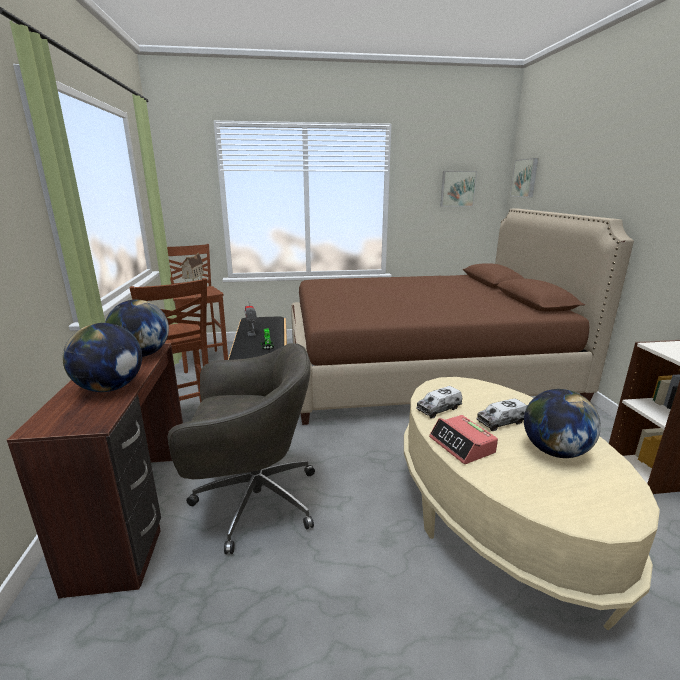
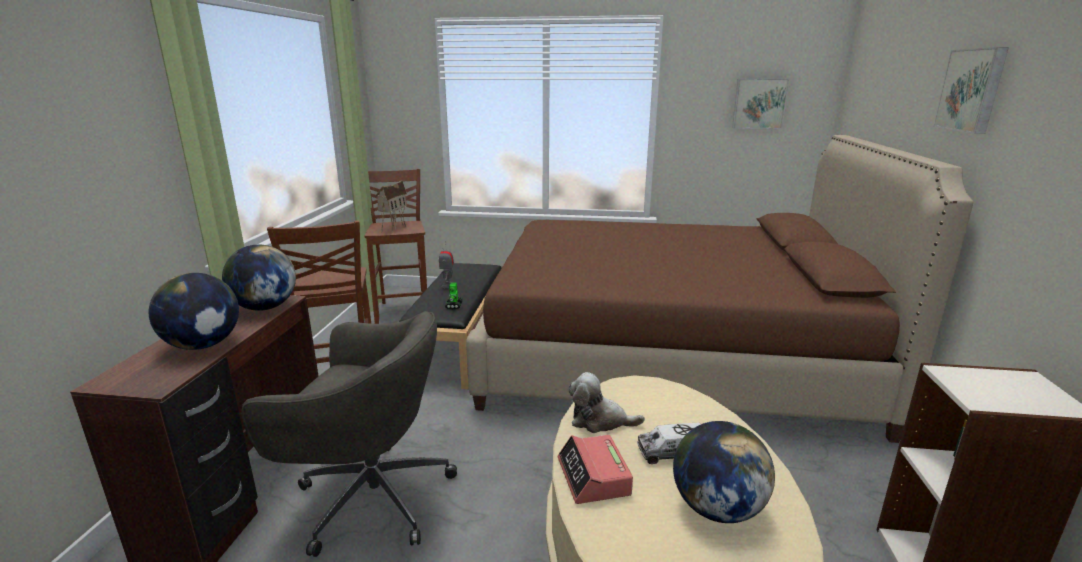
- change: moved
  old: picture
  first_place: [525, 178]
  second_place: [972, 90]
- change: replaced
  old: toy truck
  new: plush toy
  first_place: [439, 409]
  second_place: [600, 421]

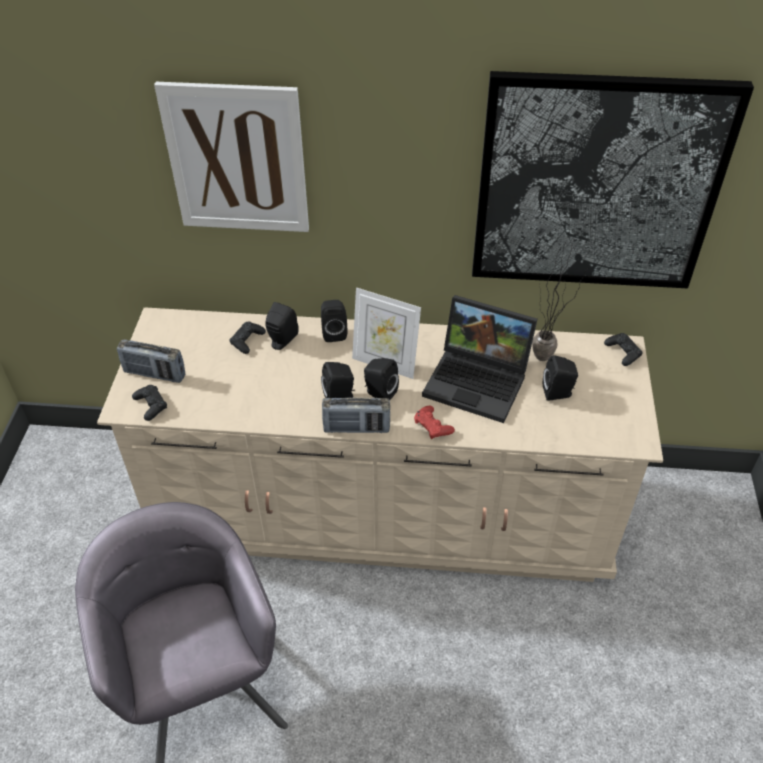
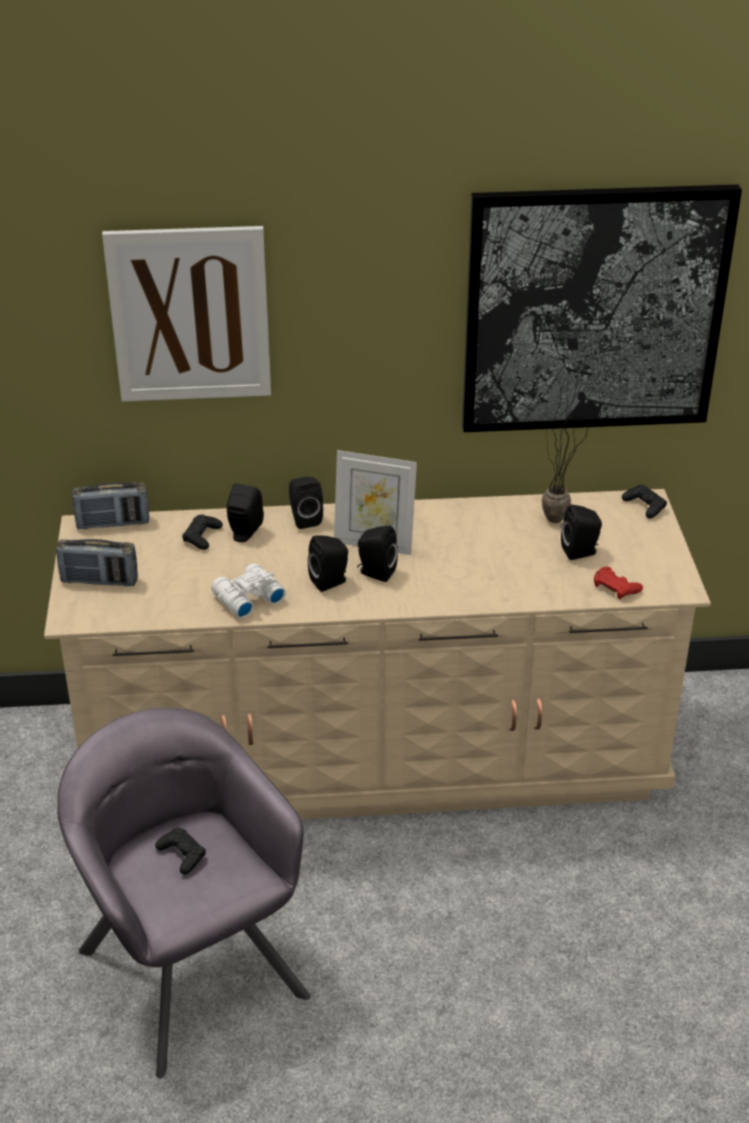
- change: removed
  old: laptop
  first_place: [479, 381]
- change: moved
  old: black game controller
  first_place: [151, 405]
  second_place: [182, 855]
- change: moved
  old: radio
  first_place: [356, 428]
  second_place: [113, 523]
- change: moved
  old: red game controller
  first_place: [432, 426]
  second_place: [615, 587]
- change: added
  new: white binoculars
  second_place: [246, 598]

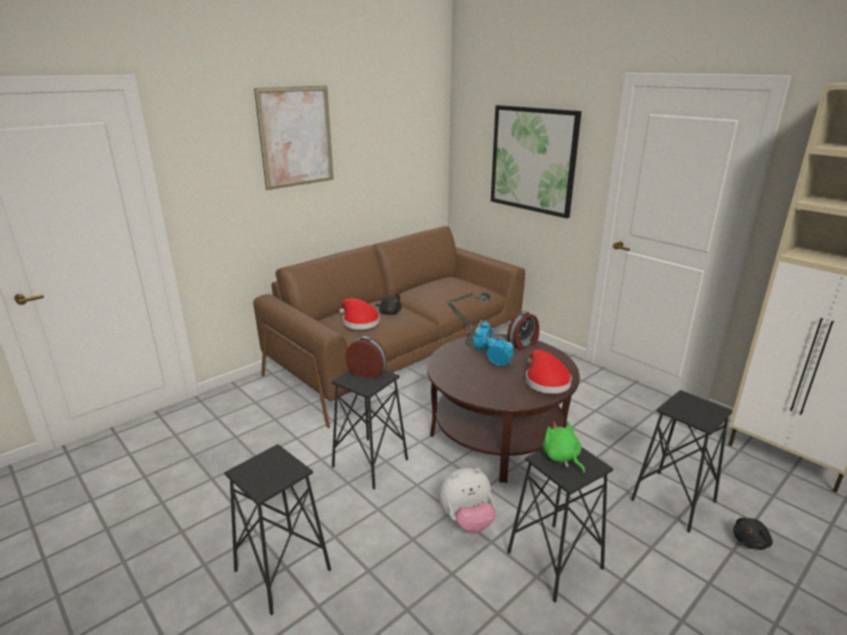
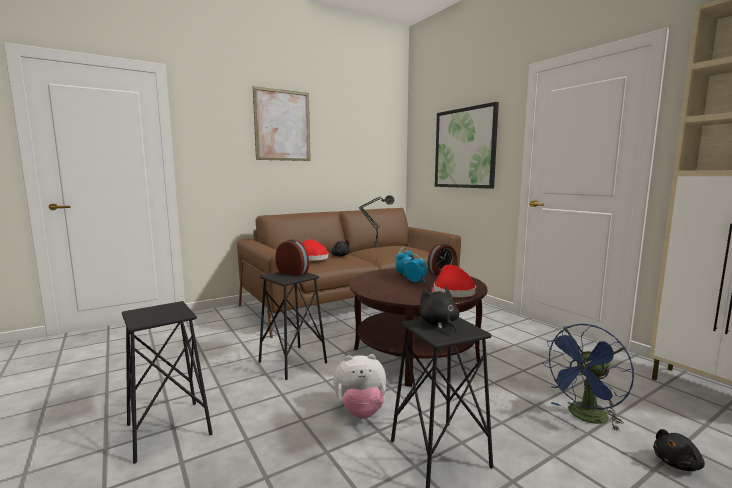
- change: replaced
  old: black stool
  new: blue fan
  first_place: [673, 501]
  second_place: [585, 417]
- change: recoloured
  old: green plush toy
  new: black plush toy
  first_place: [562, 457]
  second_place: [439, 324]

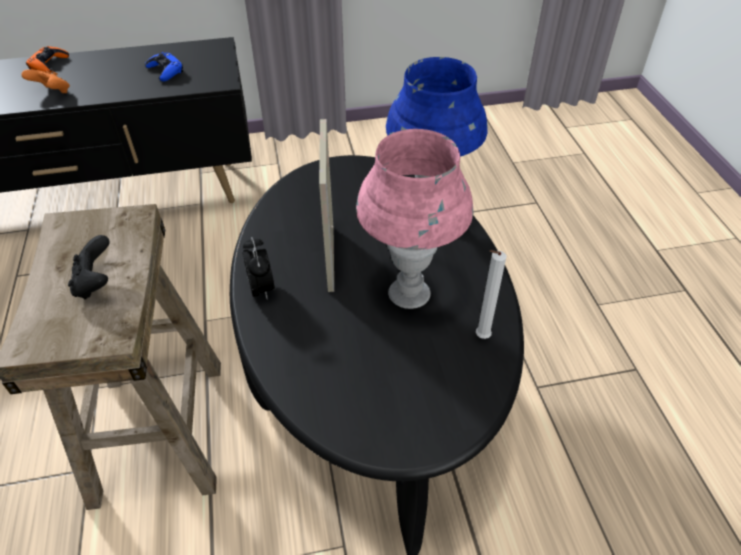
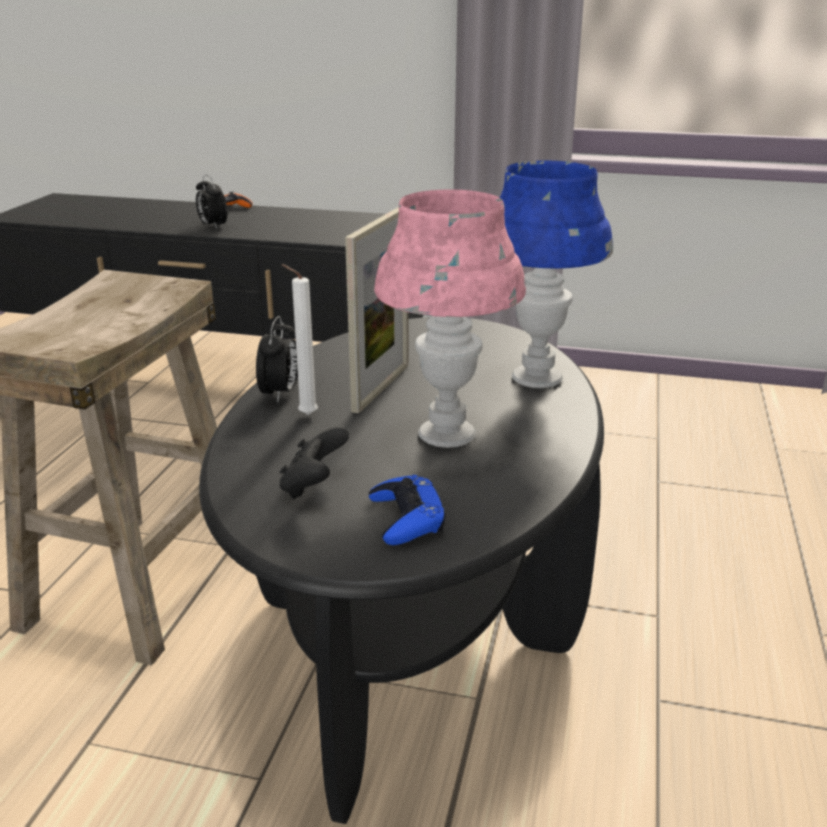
- change: moved
  old: blue game controller
  first_place: [165, 71]
  second_place: [407, 518]
- change: replaced
  old: orange game controller
  new: alarm clock
  first_place: [53, 93]
  second_place: [212, 226]
- change: moved
  old: black game controller
  first_place: [96, 283]
  second_place: [313, 487]
- change: moved
  old: white candle
  first_place: [480, 337]
  second_place: [305, 415]

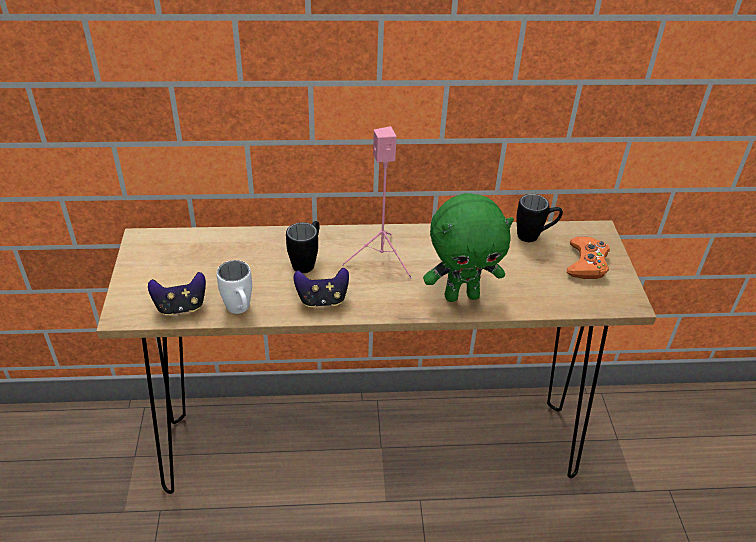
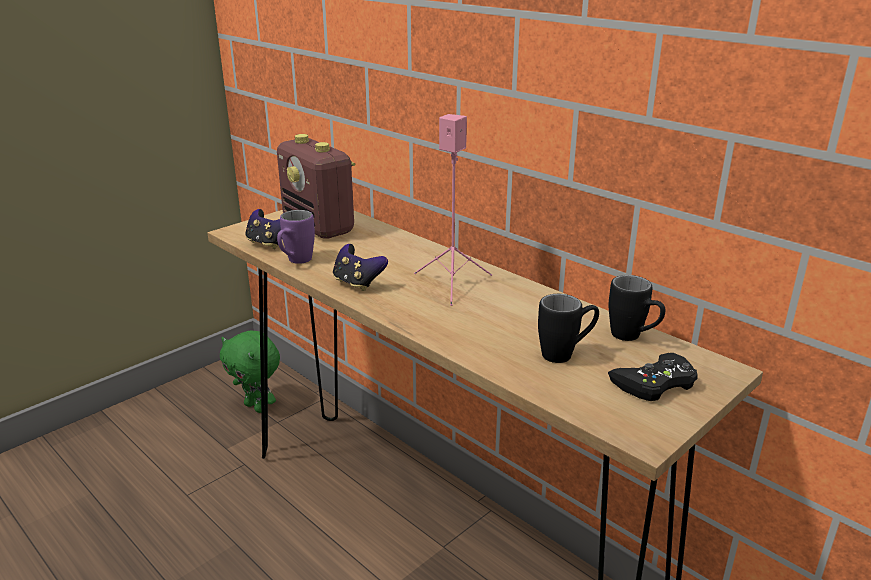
- change: moved
  old: green plush toy
  first_place: [462, 295]
  second_place: [257, 407]
- change: moved
  old: black mug
  first_place: [307, 261]
  second_place: [566, 354]
- change: recoloured
  old: orange game controller
  new: black game controller
  first_place: [587, 263]
  second_place: [654, 383]
- change: recoloured
  old: white mug
  new: purple mug
  first_place: [240, 311]
  second_place: [295, 262]
- change: added
  new: radio
  second_place: [319, 227]

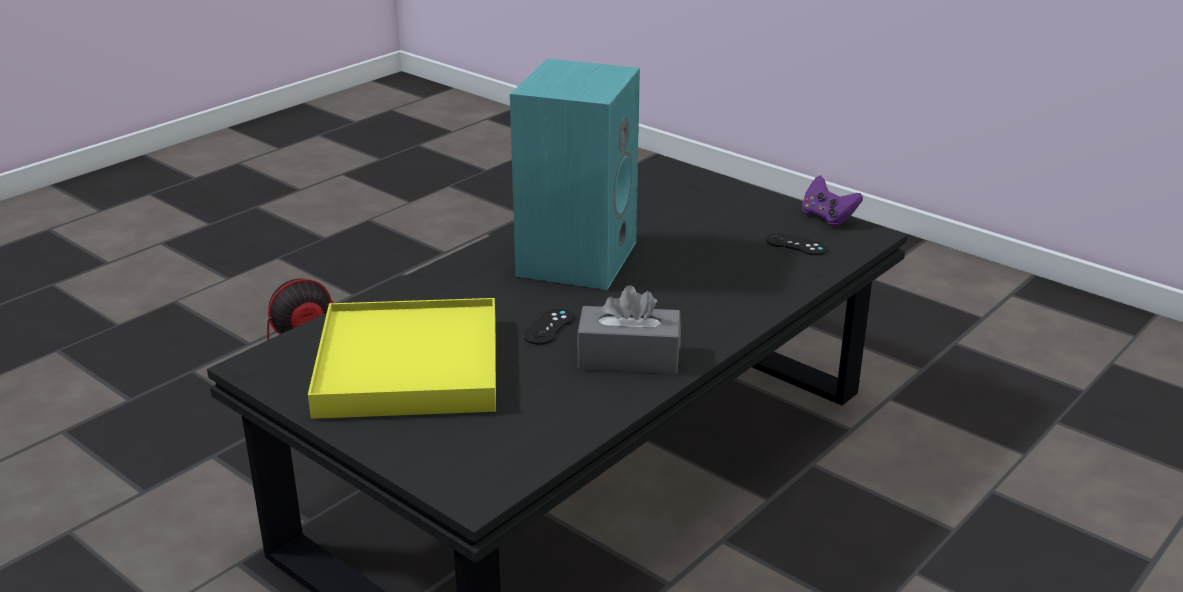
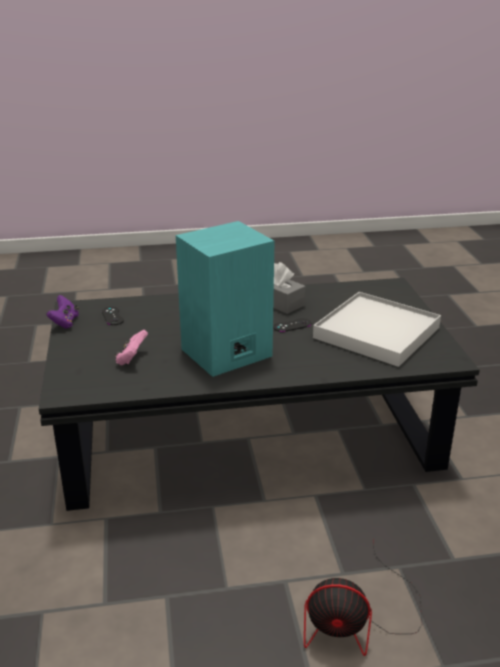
- change: recoloured
  old: yellow tray
  new: white tray
  first_place: [408, 366]
  second_place: [376, 333]
- change: added
  new: pink game controller
  second_place: [132, 359]

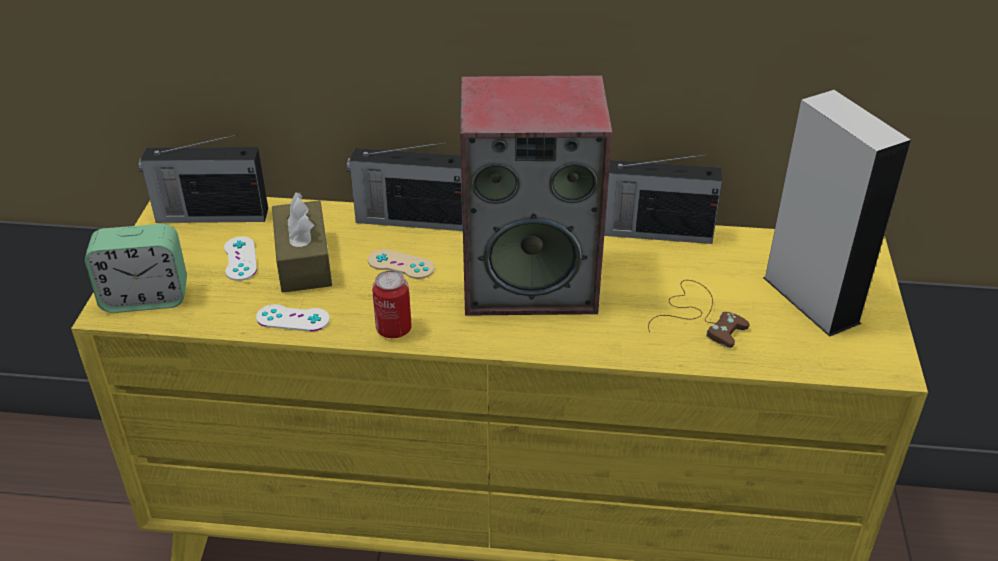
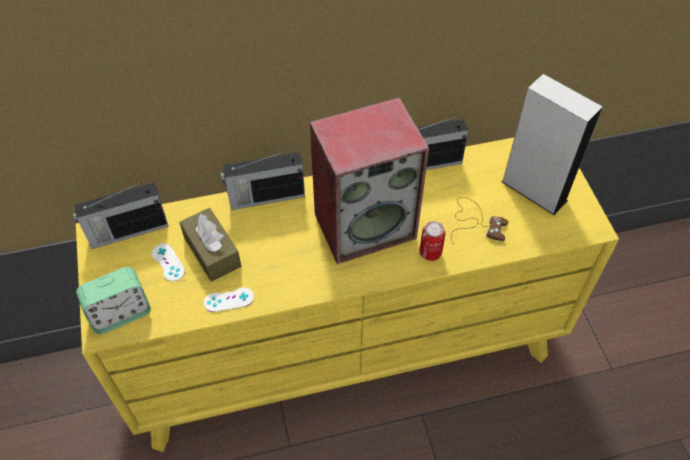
- change: removed
  old: beige game controller
  first_place: [401, 264]
- change: moved
  old: can
  first_place: [393, 329]
  second_place: [430, 252]

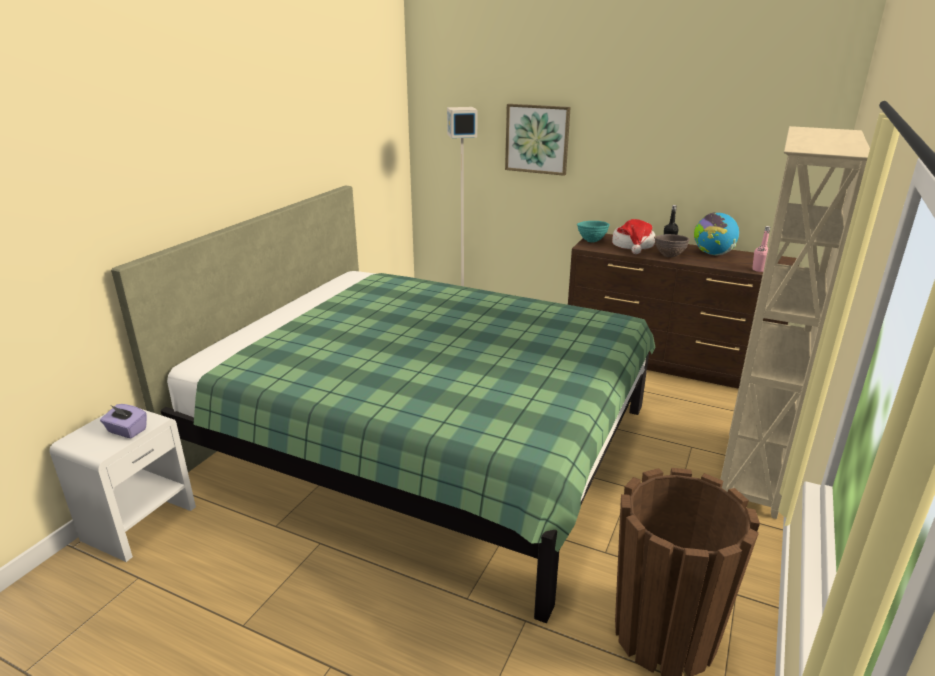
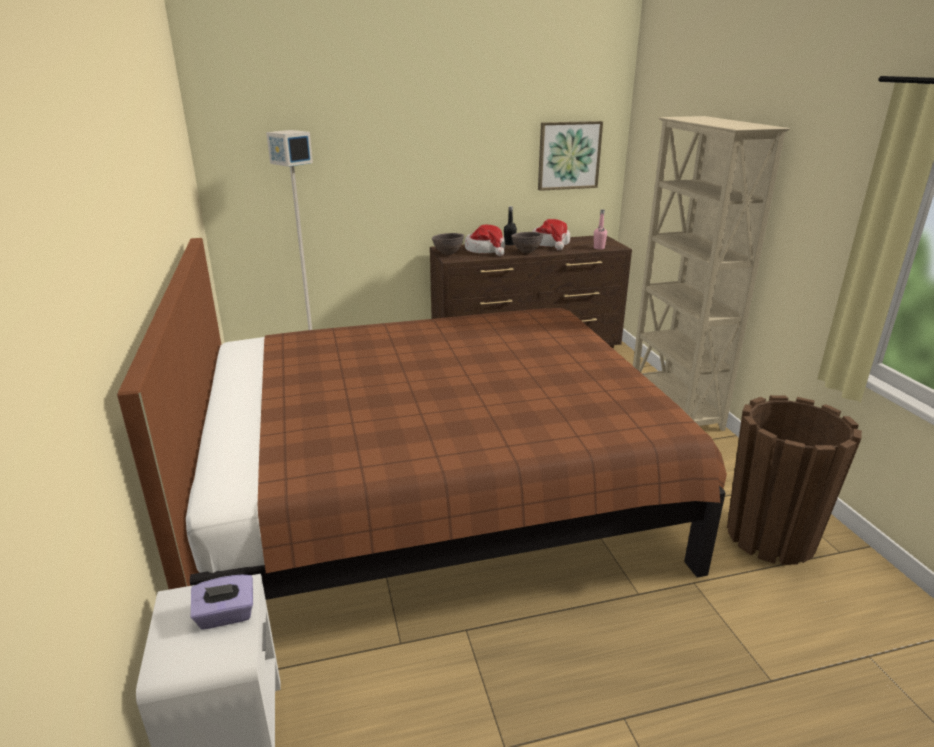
- change: moved
  old: picture
  first_place: [537, 139]
  second_place: [569, 155]
- change: recoloured
  old: green bed
  new: brown bed
  first_place: [425, 442]
  second_place: [431, 493]
- change: replaced
  old: globe
  new: hat
  first_place: [712, 254]
  second_place: [551, 244]
- change: recoloured
  old: turquoise bowl
  new: brown bowl
  first_place: [591, 241]
  second_place: [448, 254]

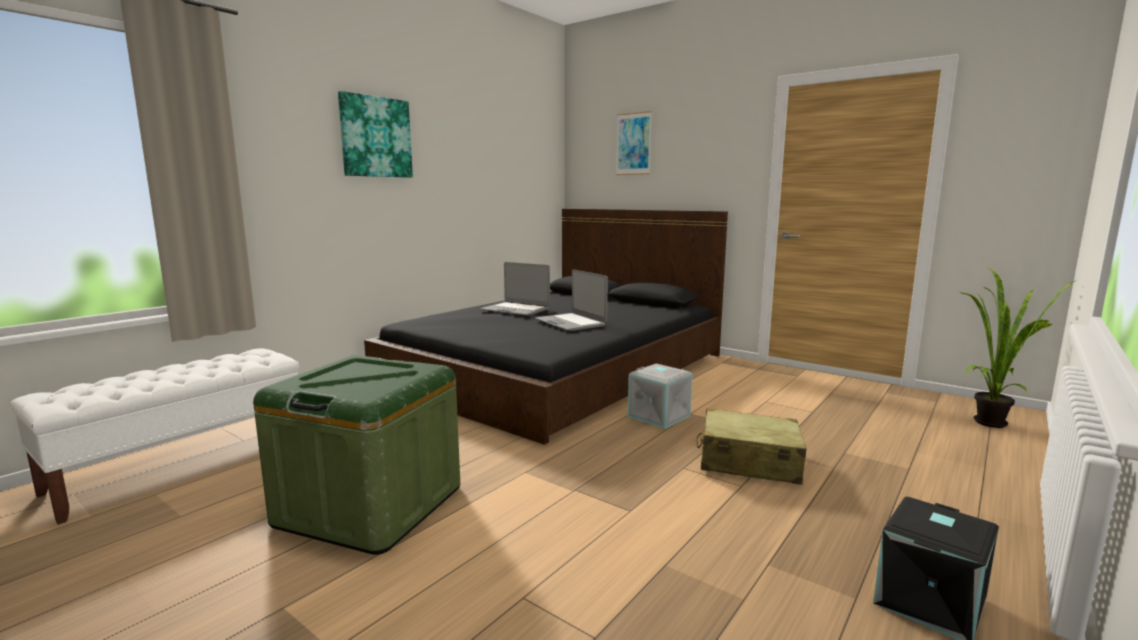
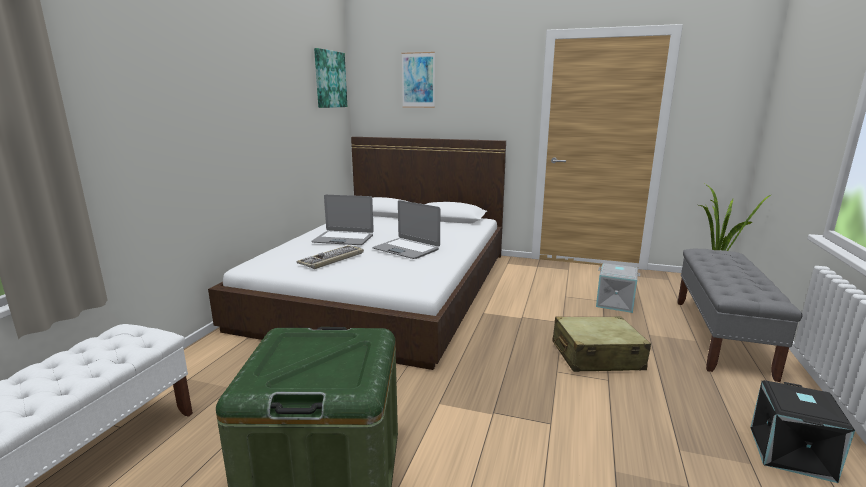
- change: moved
  old: picture
  first_place: [375, 137]
  second_place: [330, 79]
- change: recoloured
  old: black bed
  new: white bed
  first_place: [560, 369]
  second_place: [386, 287]
- change: moved
  old: grey storage box
  first_place: [660, 416]
  second_place: [615, 303]
- change: added
  new: keyboard
  second_place: [332, 259]
- change: added
  new: grey bench
  second_place: [720, 336]

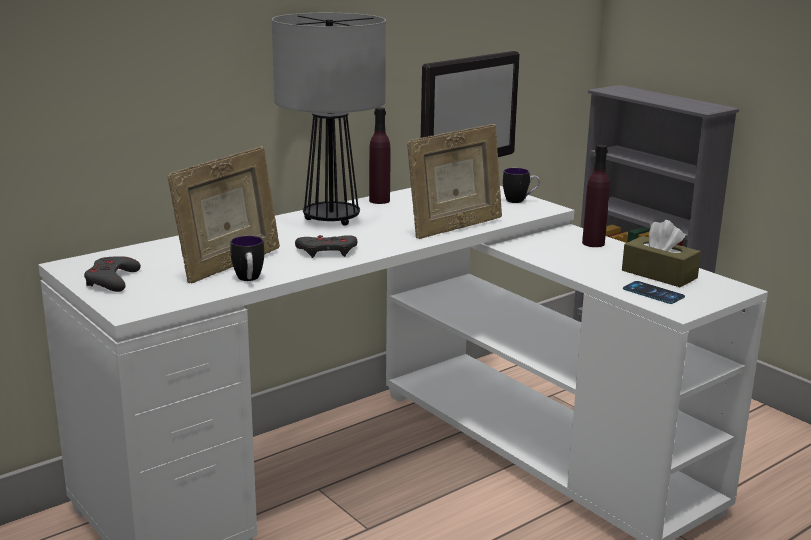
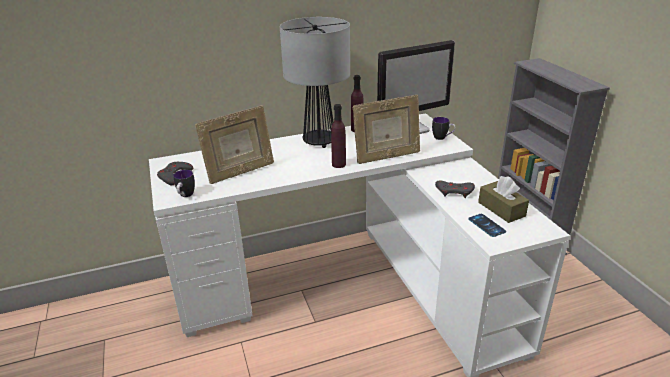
- change: moved
  old: purple bottle
  first_place: [593, 243]
  second_place: [338, 164]
- change: moved
  old: grey game controller
  first_place: [327, 251]
  second_place: [454, 192]
- change: moved
  old: mug
  first_place: [249, 280]
  second_place: [185, 196]

